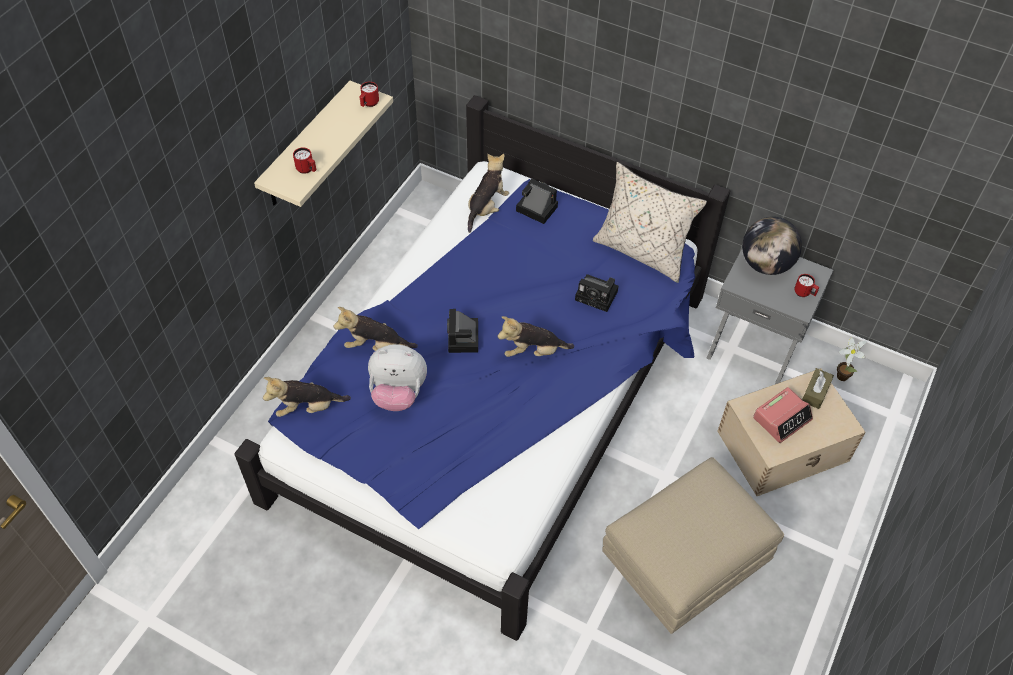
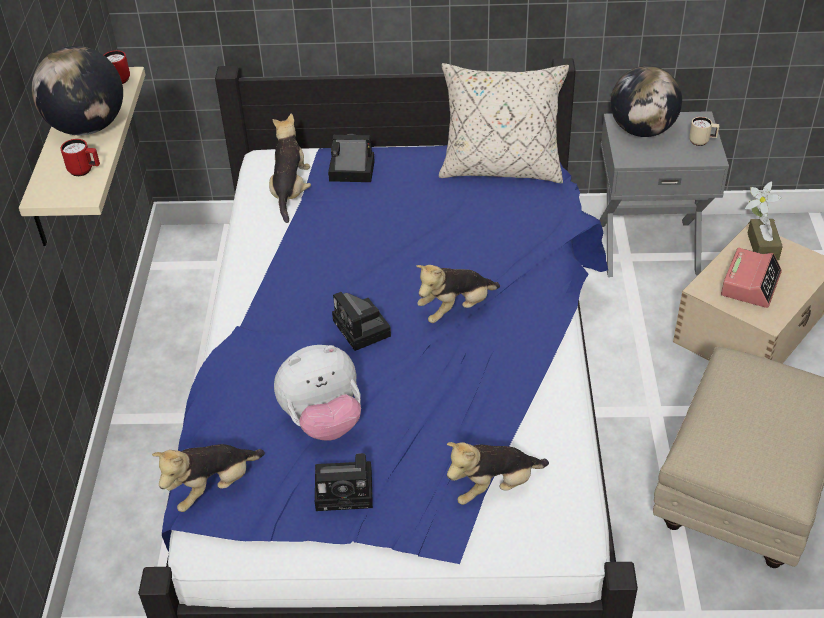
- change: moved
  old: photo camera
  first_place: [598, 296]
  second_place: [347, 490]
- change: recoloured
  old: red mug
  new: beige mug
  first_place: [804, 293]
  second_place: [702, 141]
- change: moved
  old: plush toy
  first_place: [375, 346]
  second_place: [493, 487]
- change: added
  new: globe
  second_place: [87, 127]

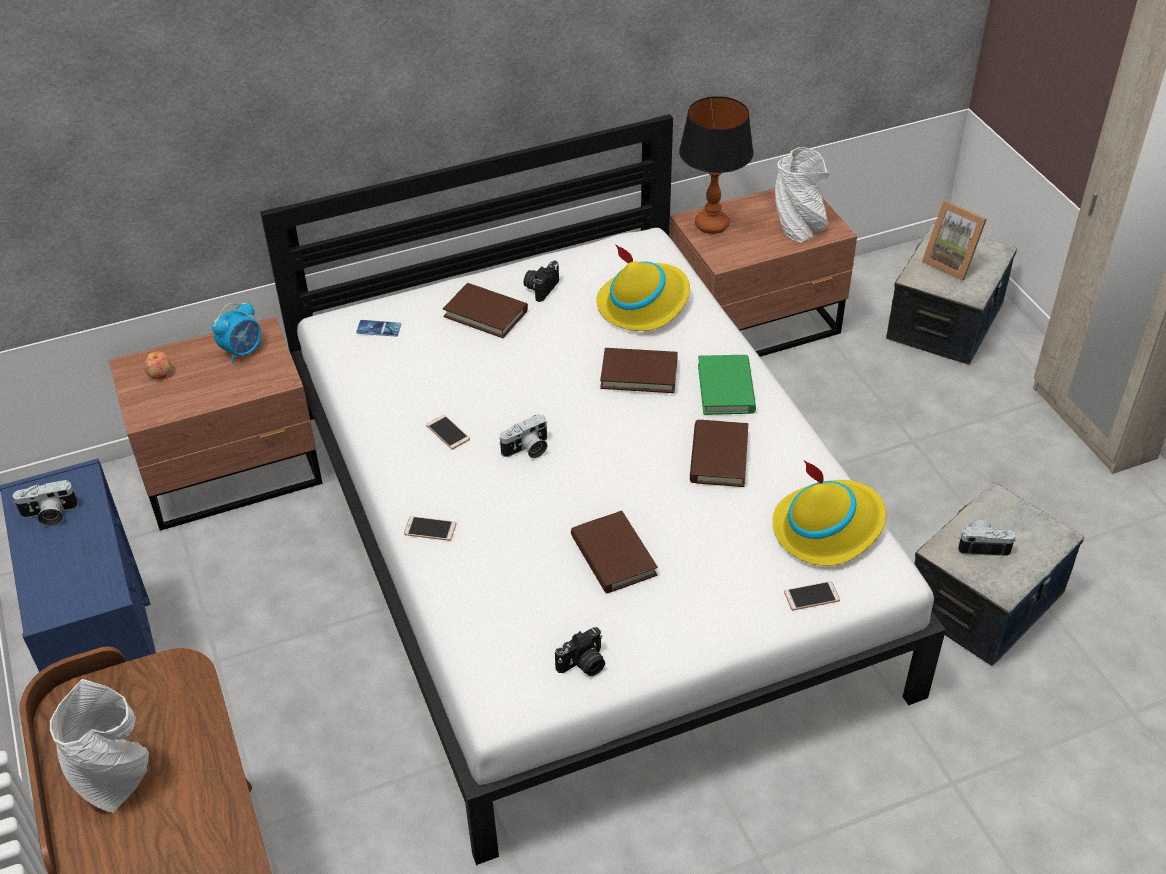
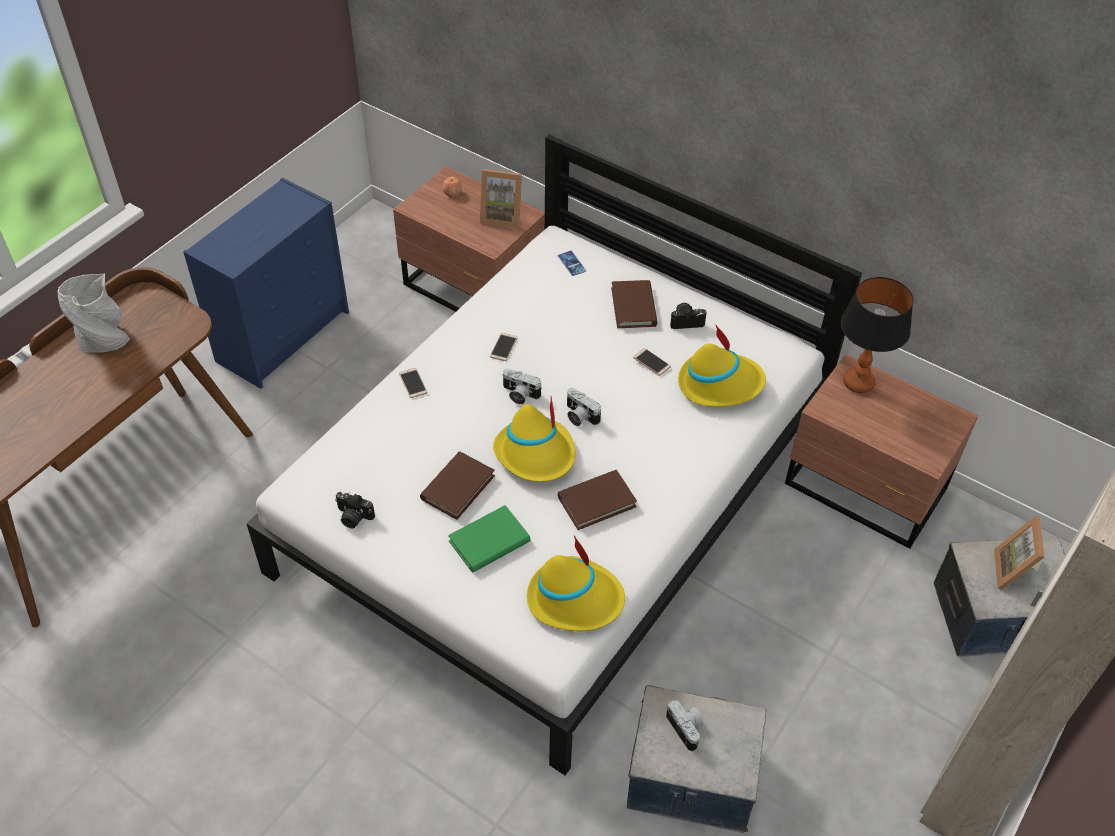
- change: removed
  old: white vase
  first_place: [798, 227]
- change: replaced
  old: alarm clock
  new: picture frame
  first_place: [243, 351]
  second_place: [502, 216]
- change: removed
  old: brown book
  first_place: [639, 374]
- change: moved
  old: green book
  first_place: [726, 388]
  second_place: [489, 542]
- change: moved
  old: photo camera
  first_place: [49, 515]
  second_place: [579, 416]
- change: moved
  old: phone
  first_place: [811, 596]
  second_place: [651, 362]
- change: added
  new: yellow hat
  second_place: [536, 454]

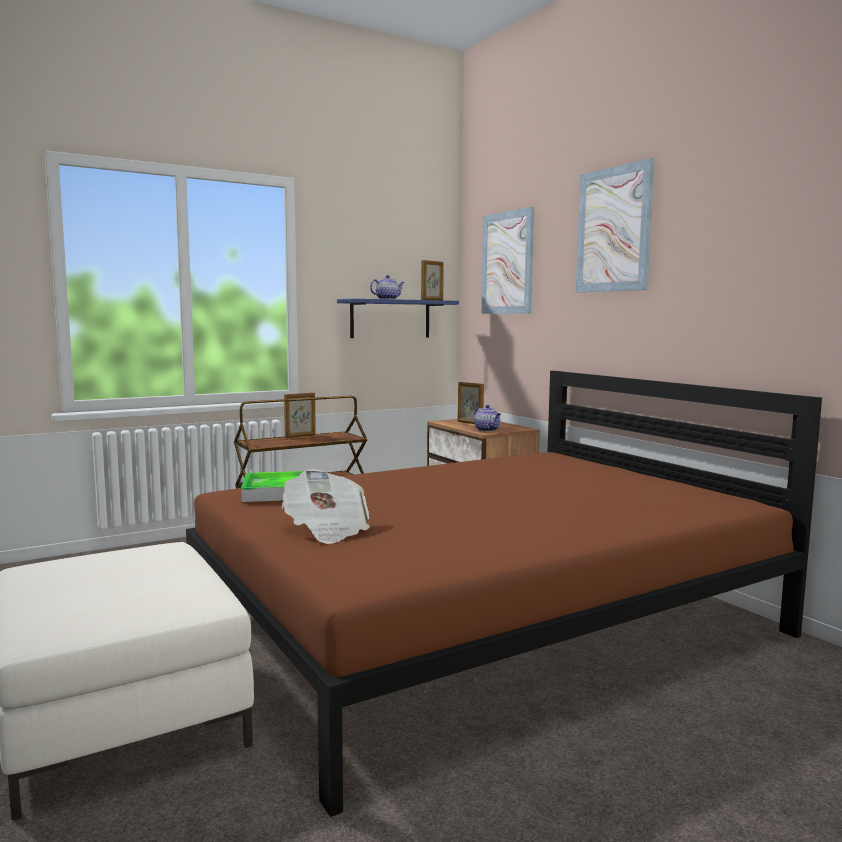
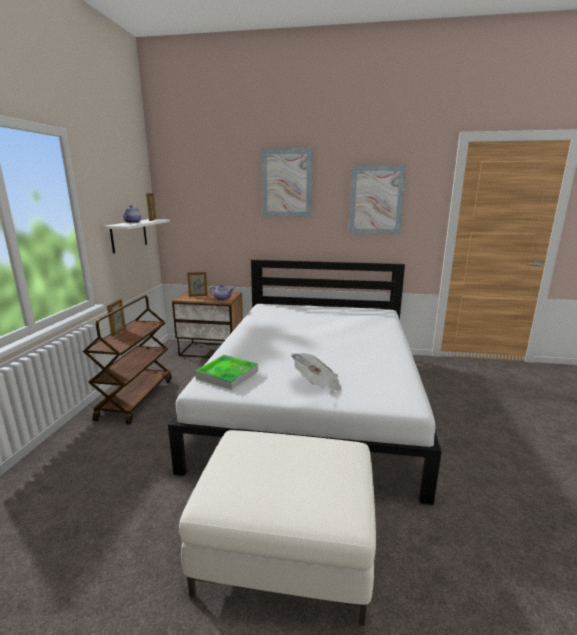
- change: moved
  old: picture
  first_place: [507, 263]
  second_place: [376, 200]
- change: recoloured
  old: blue shelf
  new: white shelf
  first_place: [390, 319]
  second_place: [129, 235]
- change: recoloured
  old: brown bed
  new: white bed
  first_place: [484, 621]
  second_place: [314, 399]

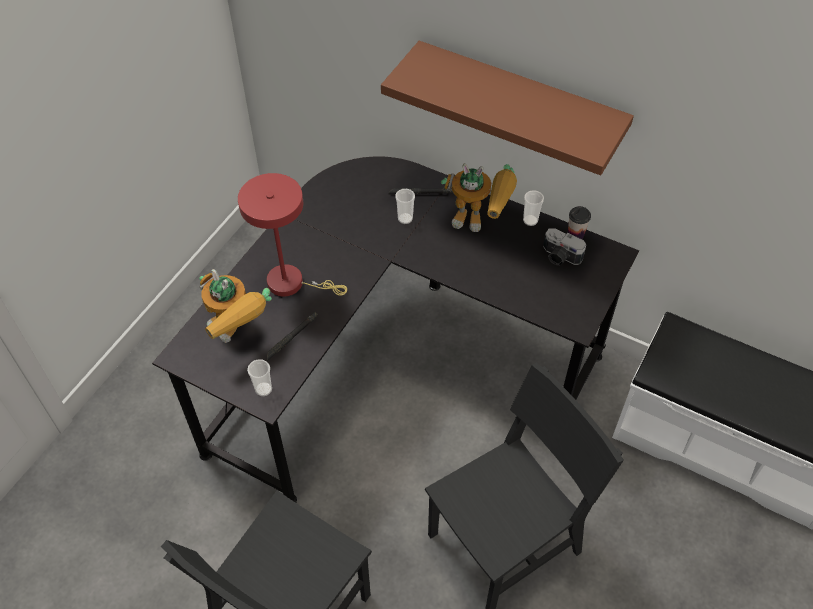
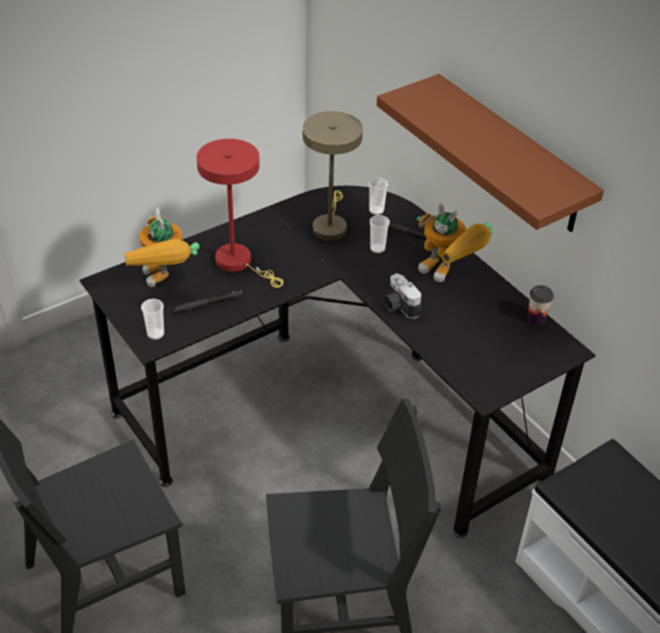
- change: moved
  old: cup
  first_place: [530, 220]
  second_place: [376, 210]
- change: moved
  old: photo camera
  first_place: [560, 257]
  second_place: [398, 306]
- change: added
  new: beige table lamp
  second_place: [330, 225]

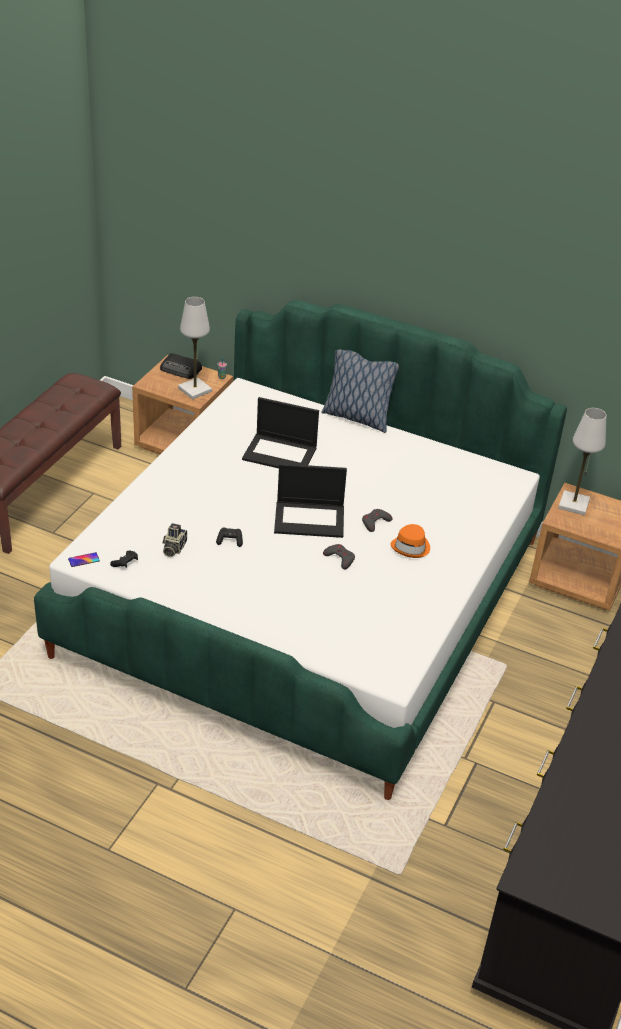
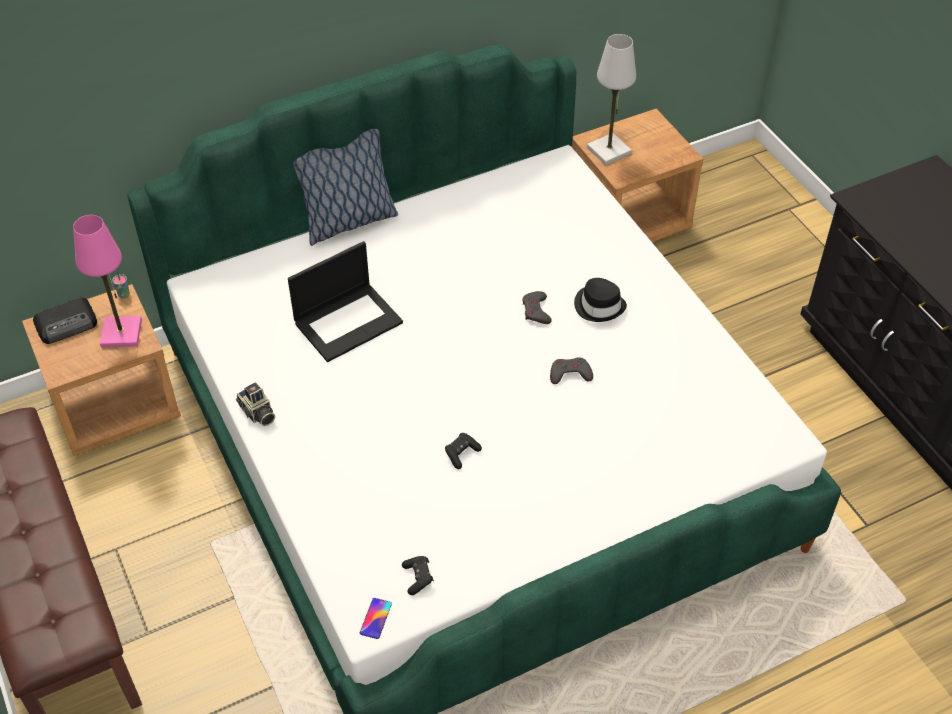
- change: recoloured
  old: white table lamp
  new: pink table lamp
  first_place: [195, 390]
  second_place: [121, 333]
- change: removed
  old: laptop
  first_place: [310, 519]
- change: moved
  old: photo camera
  first_place: [173, 548]
  second_place: [257, 413]
- change: recoloured
  old: orange hat
  new: black hat
  first_place: [411, 547]
  second_place: [599, 306]

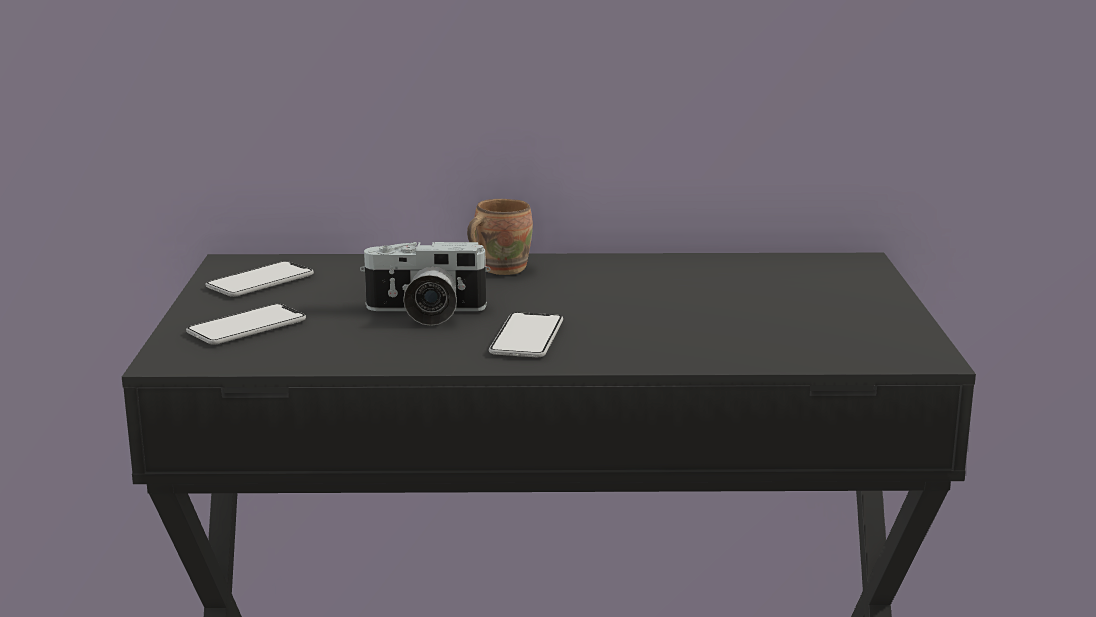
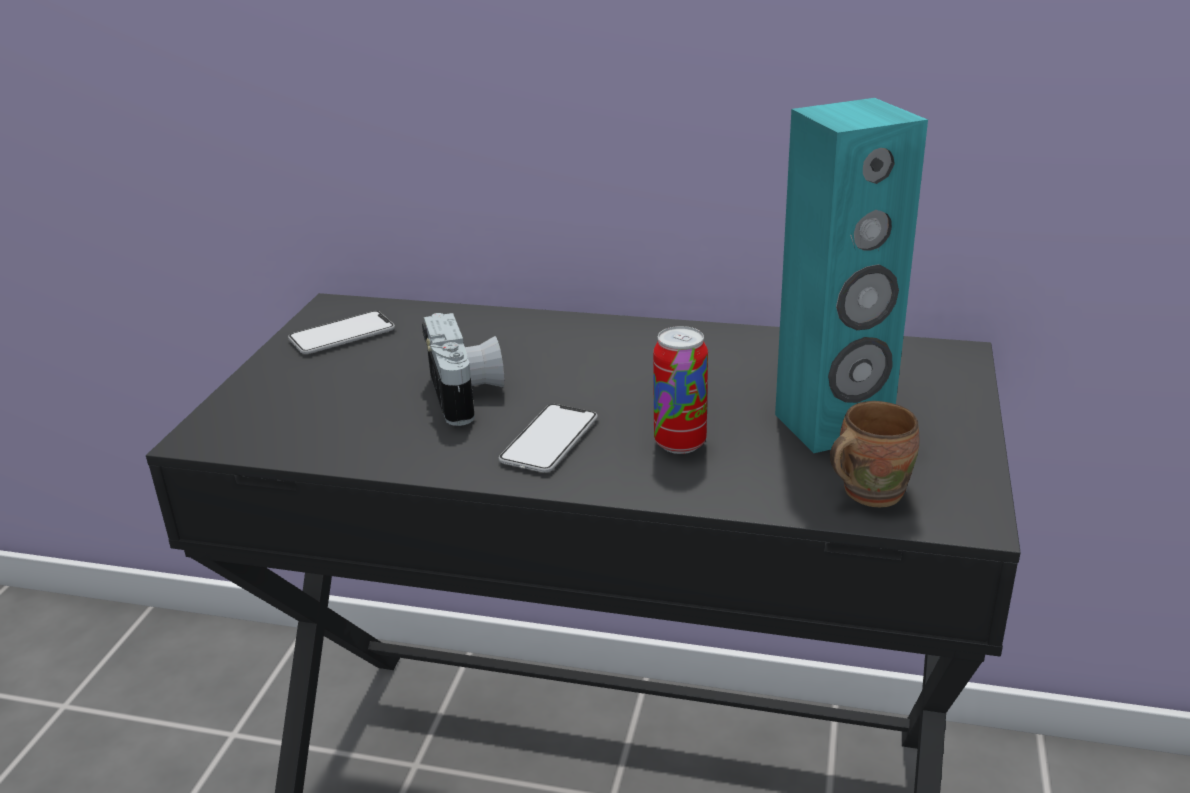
- change: moved
  old: brown mug
  first_place: [499, 269]
  second_place: [867, 491]
- change: turned
  old: photo camera
  first_place: [424, 313]
  second_place: [468, 394]
  degrees: -120
- change: removed
  old: phone
  first_place: [247, 327]
- change: added
  new: turquoise speaker
  second_place: [833, 425]
- change: added
  new: can
  second_place: [680, 443]

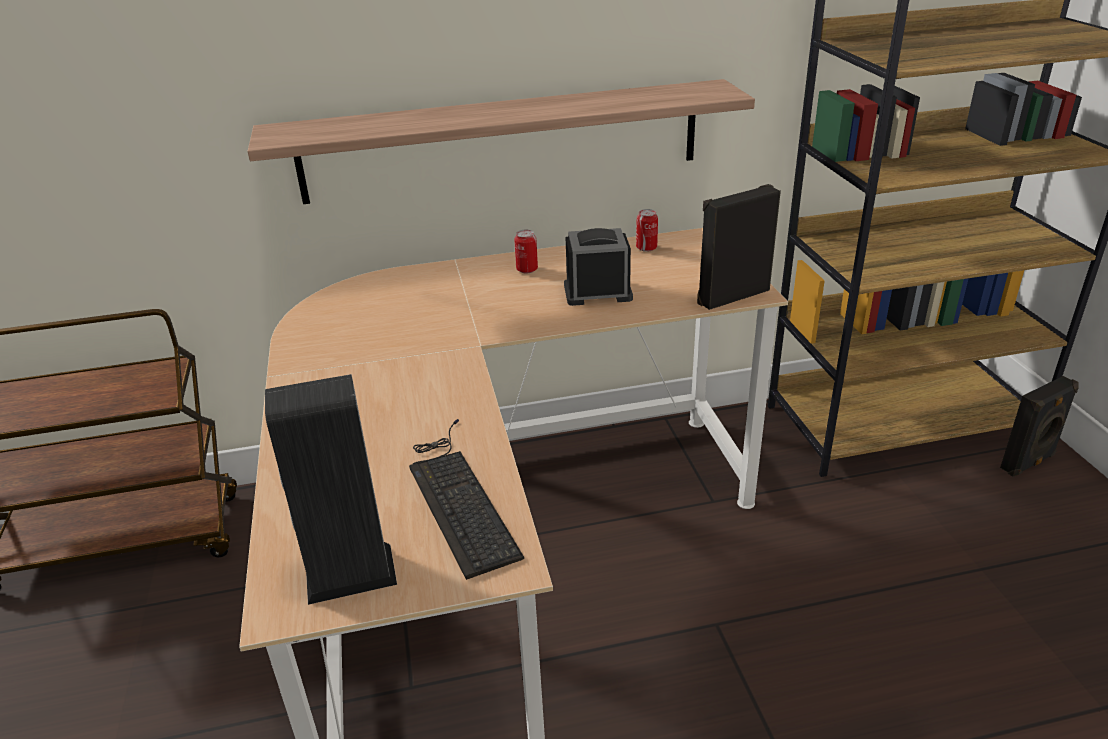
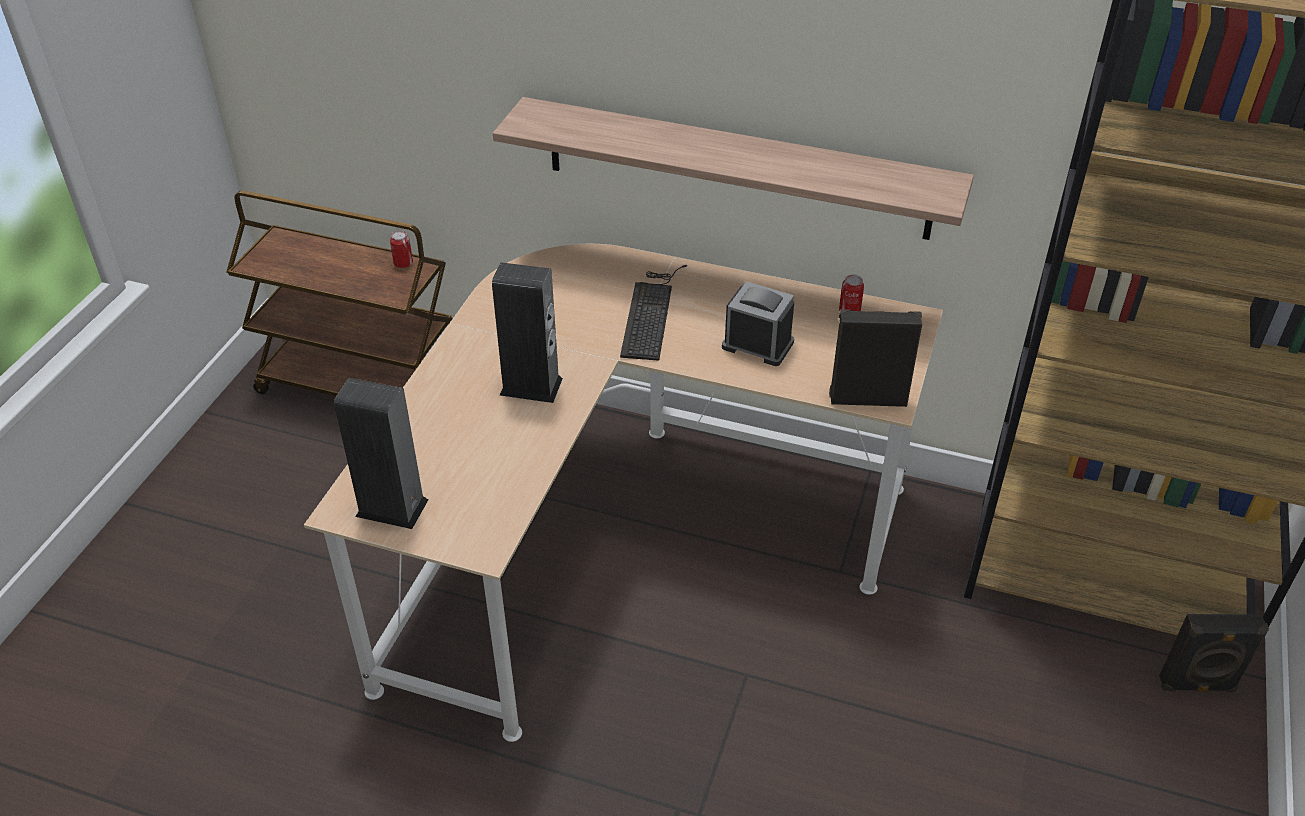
- change: moved
  old: can
  first_place: [527, 269]
  second_place: [403, 263]
- change: moved
  old: keyboard
  first_place: [458, 496]
  second_place: [651, 312]
- change: added
  new: speaker
  second_place: [531, 386]

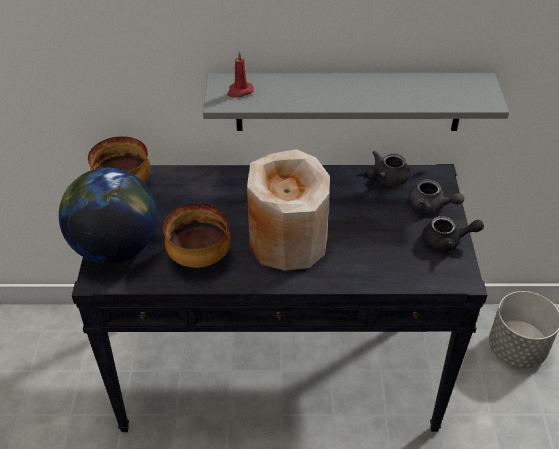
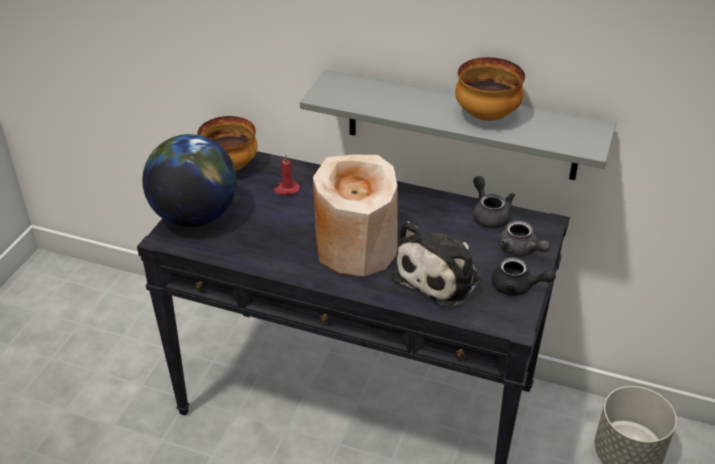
- change: moved
  old: red candle
  first_place: [239, 91]
  second_place: [286, 189]
- change: turned
  old: grey teapot
  first_place: [386, 178]
  second_place: [489, 215]
  degrees: 90
- change: moved
  old: bowl
  first_place: [199, 258]
  second_place: [486, 116]
- change: added
  new: plush toy
  second_place: [440, 276]

